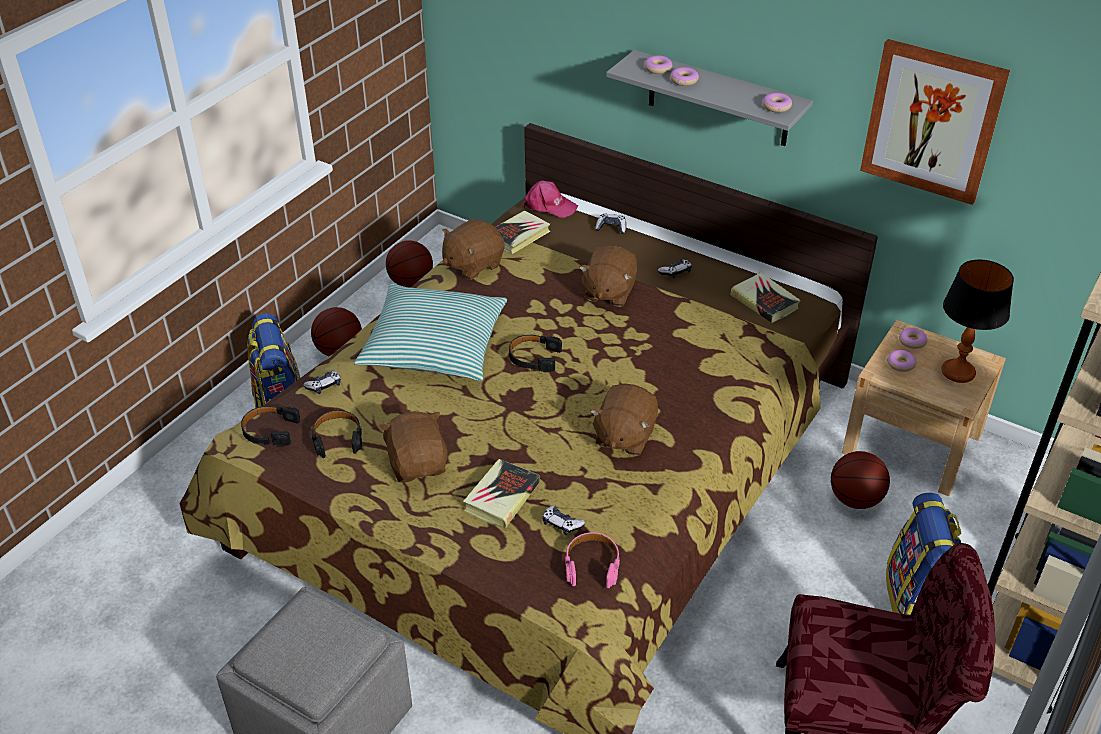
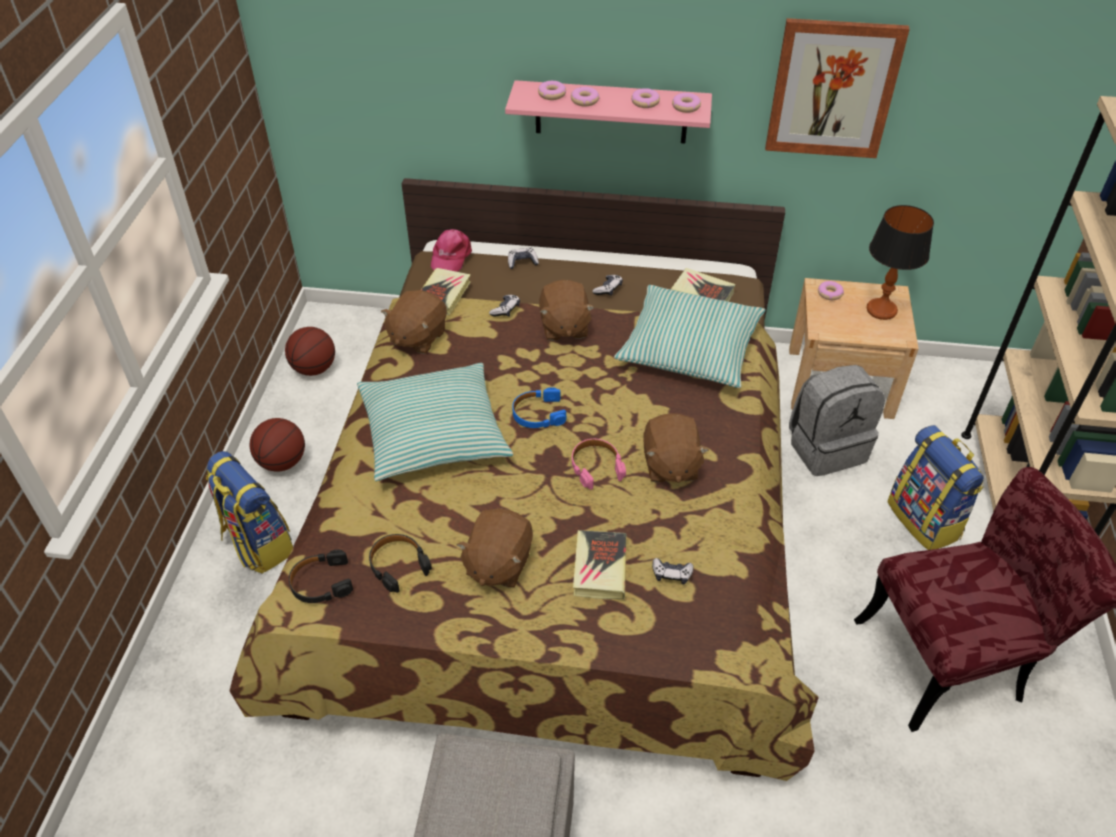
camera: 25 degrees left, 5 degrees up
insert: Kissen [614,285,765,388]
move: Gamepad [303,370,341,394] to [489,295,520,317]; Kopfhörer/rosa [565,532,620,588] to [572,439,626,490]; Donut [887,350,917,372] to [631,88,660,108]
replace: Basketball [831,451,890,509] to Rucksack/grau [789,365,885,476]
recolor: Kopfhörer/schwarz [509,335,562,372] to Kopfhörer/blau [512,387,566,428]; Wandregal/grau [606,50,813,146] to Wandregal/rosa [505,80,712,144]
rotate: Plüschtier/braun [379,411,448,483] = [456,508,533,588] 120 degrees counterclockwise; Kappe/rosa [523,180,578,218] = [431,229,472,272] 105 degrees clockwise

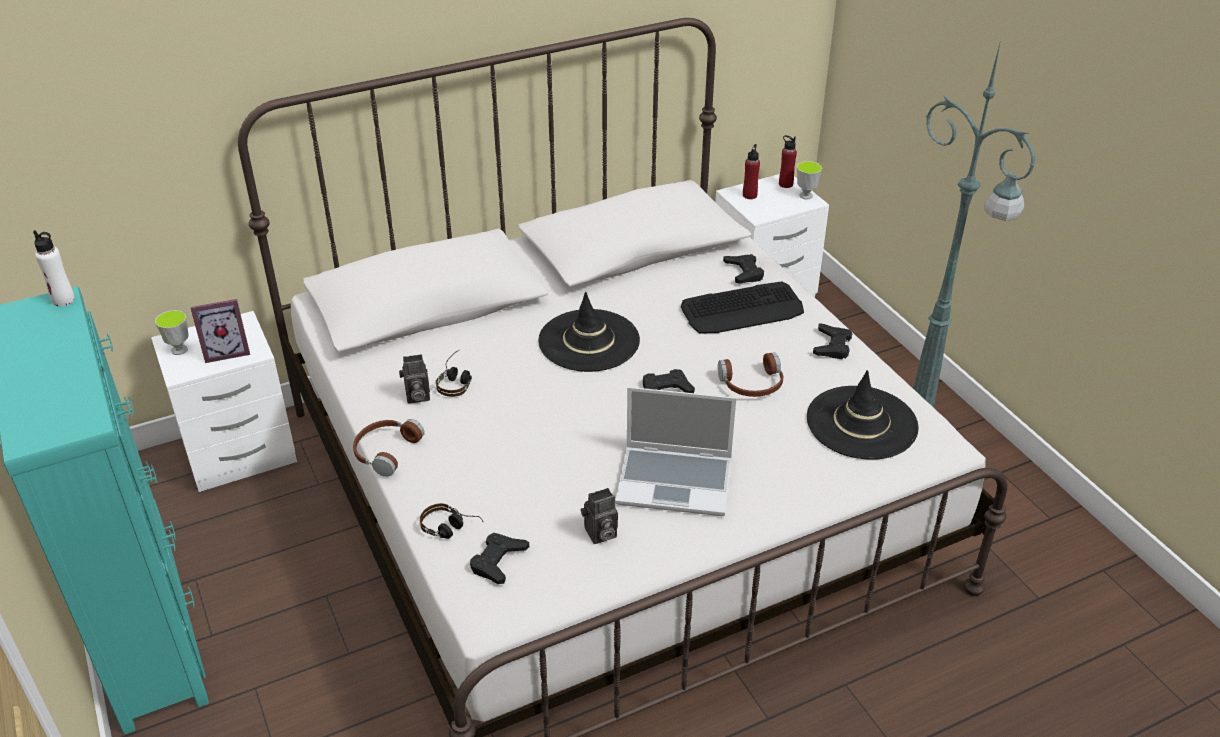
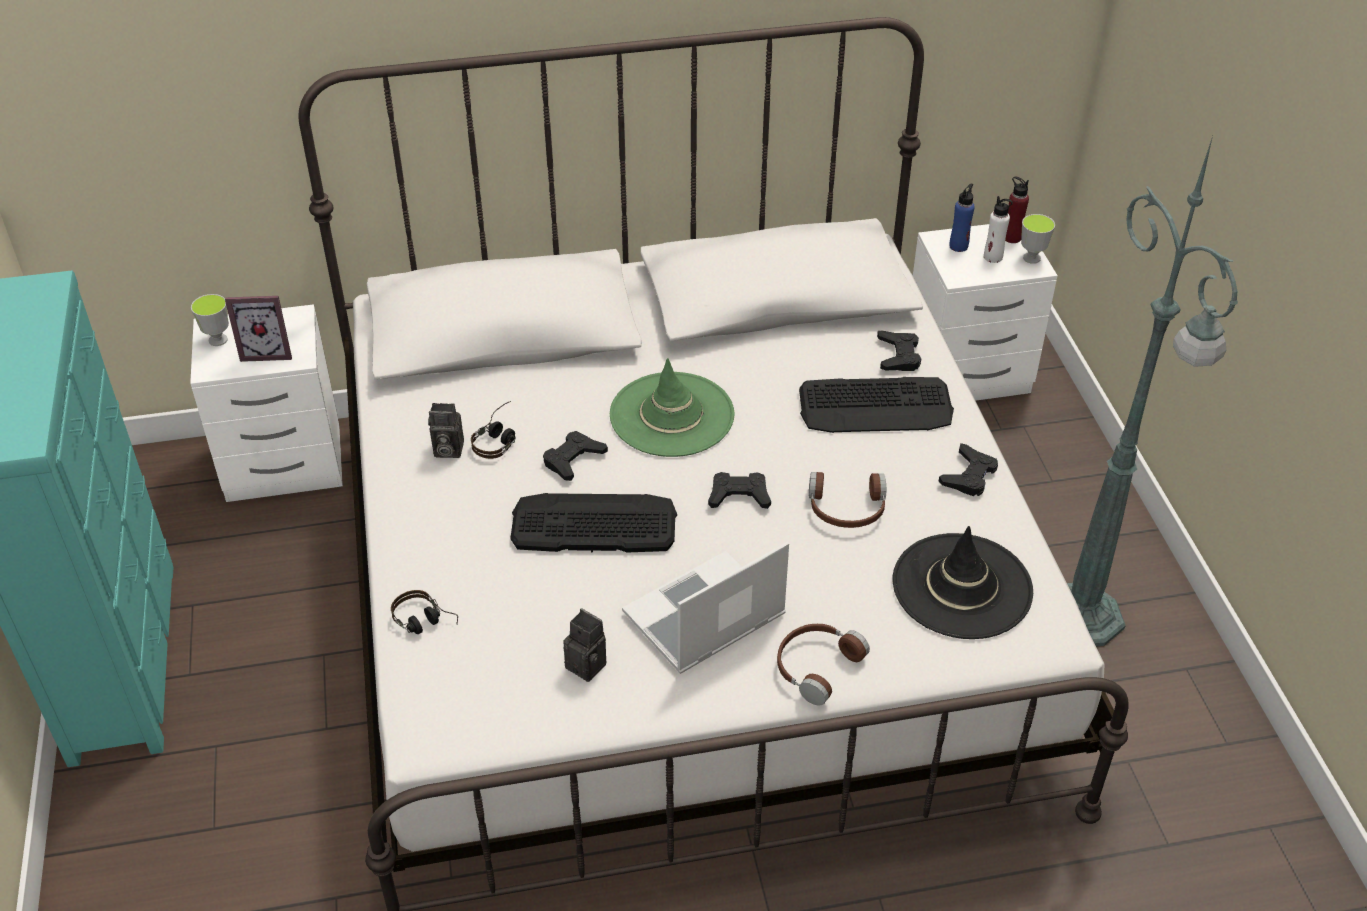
camera: 15 degrees right, 5 degrees up
insert: Tastatur [510,493,677,553]
move: Flasche/weiß [33,230,75,306] to [984,196,1013,263]; Kopfhörer/braun [353,419,425,477] to [777,624,870,706]; Gamepad/schwarz [470,533,529,584] to [543,431,608,481]
recolor: Hut/schwarz [538,292,640,372] to Hut/grün [610,358,735,457]; Flasche/rot [743,144,760,199] to Flasche/blau [949,183,975,252]
rotate: Kamera [581,488,618,544] = [564,609,606,682] 135 degrees counterclockwise; Laptop [615,387,736,516] = [622,542,789,674] 120 degrees clockwise

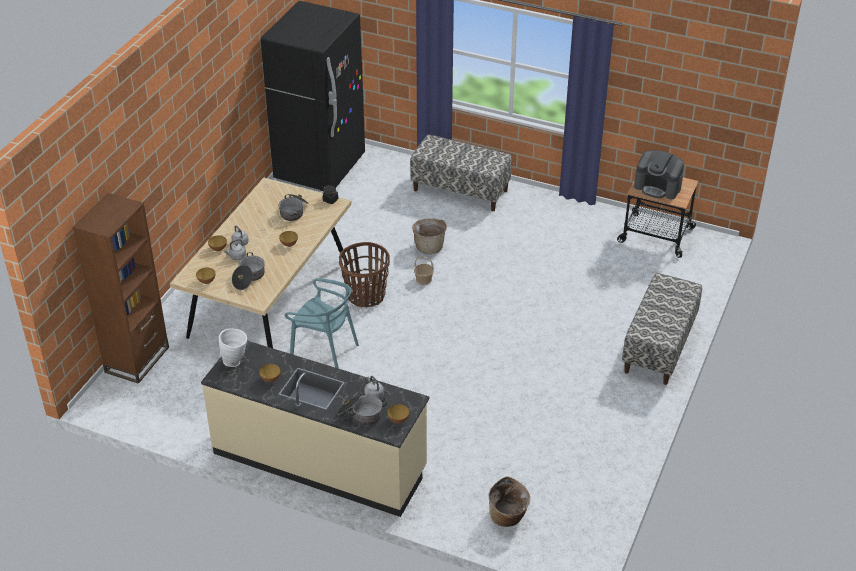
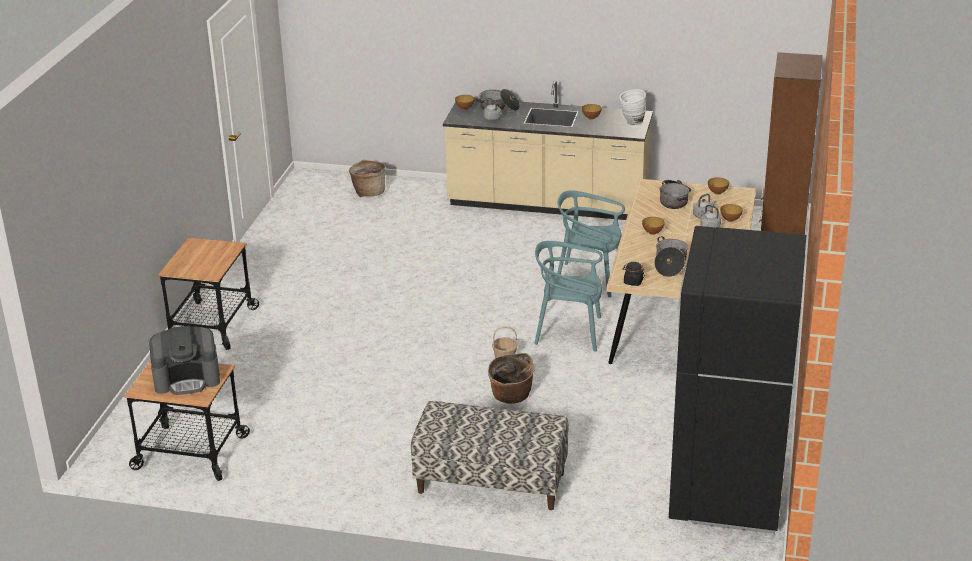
camera: 170 degrees right, 10 degrees down
replace: Korb [339,242,390,307] to Stuhl/türkis [534,241,603,352]; Bank [622,273,702,385] to Rollwagen [158,237,259,350]
rotate: Kaffeemaschine [634,150,684,199] = [149,326,220,395] 150 degrees clockwise

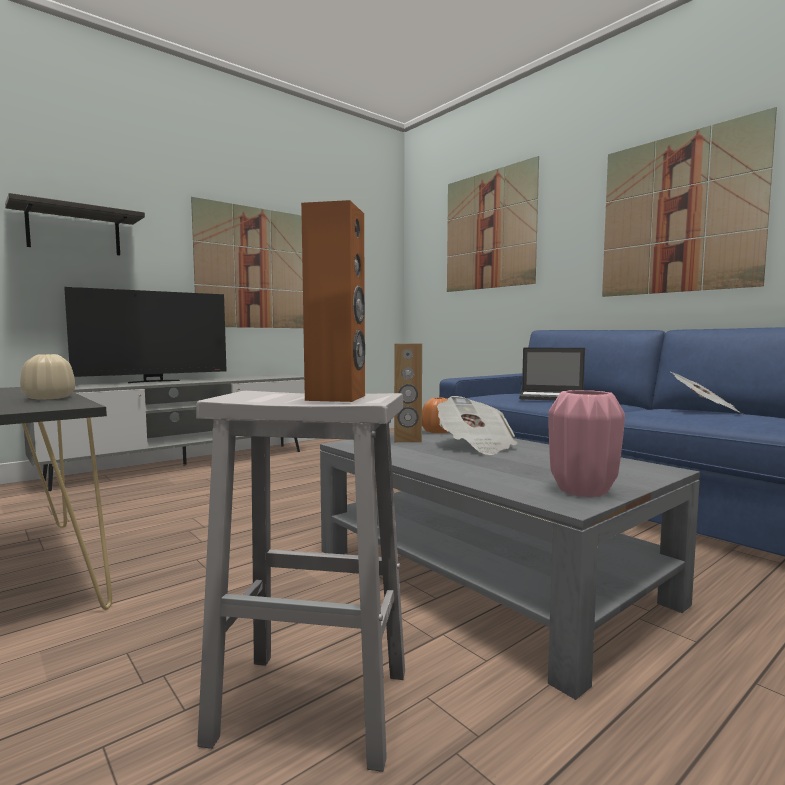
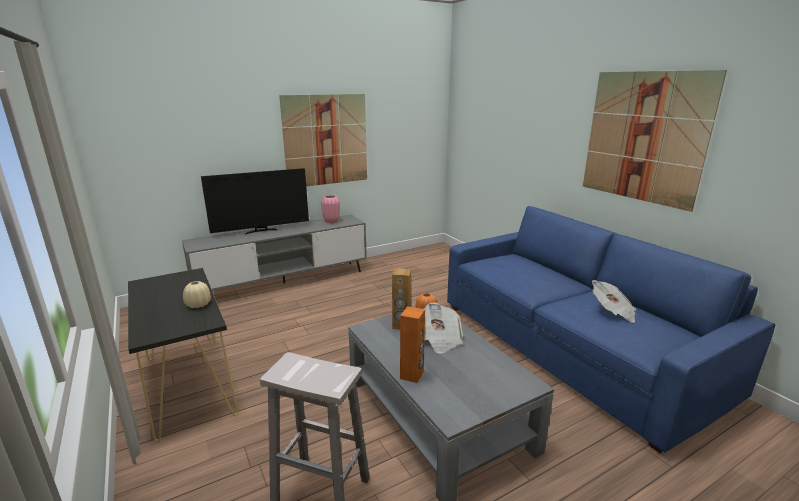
camera: 10 degrees right, 15 degrees up
delete: Wandregal [5,193,145,256]; Bild [447,156,539,292]; Laptop [519,347,585,401]
move: Lautsprecher/orange [301,200,365,402] to [400,306,425,383]; Vase/rosa [549,390,625,497] to [321,195,340,223]

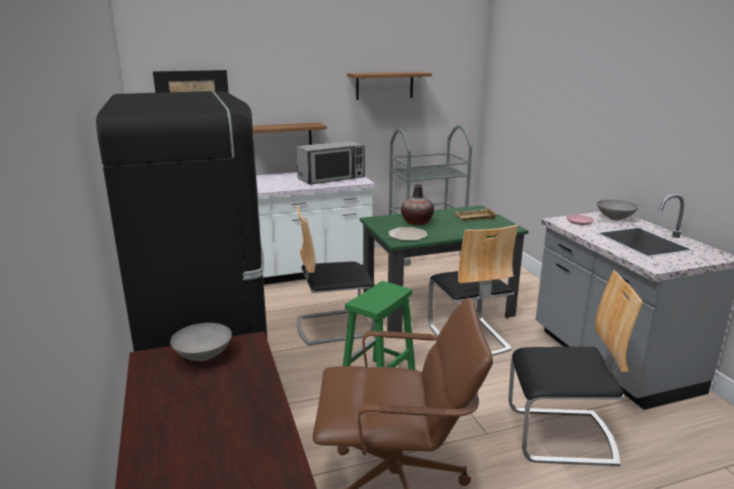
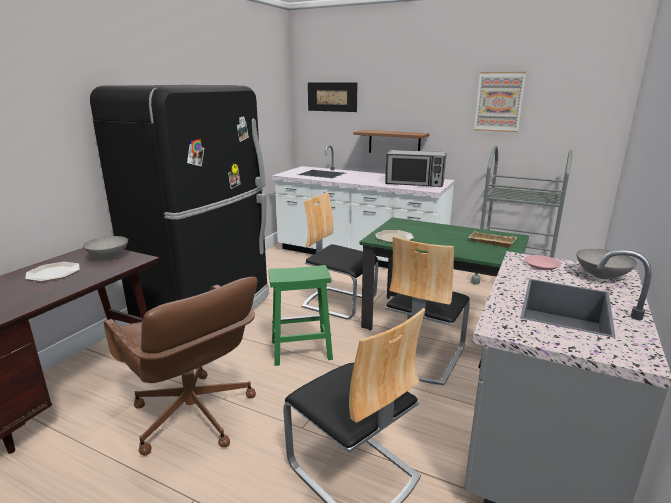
camera: 45 degrees right, 0 degrees up
delete: Vase [401,185,434,225]
insert: Teller [25,262,80,282]
replace: Wandregal [347,72,432,100] to Bild [474,72,526,132]

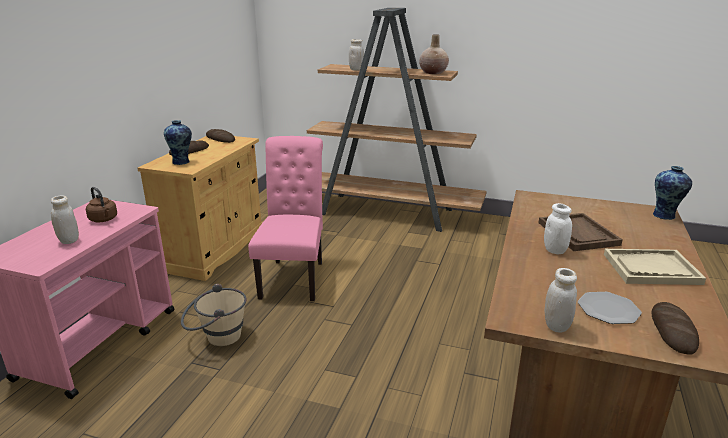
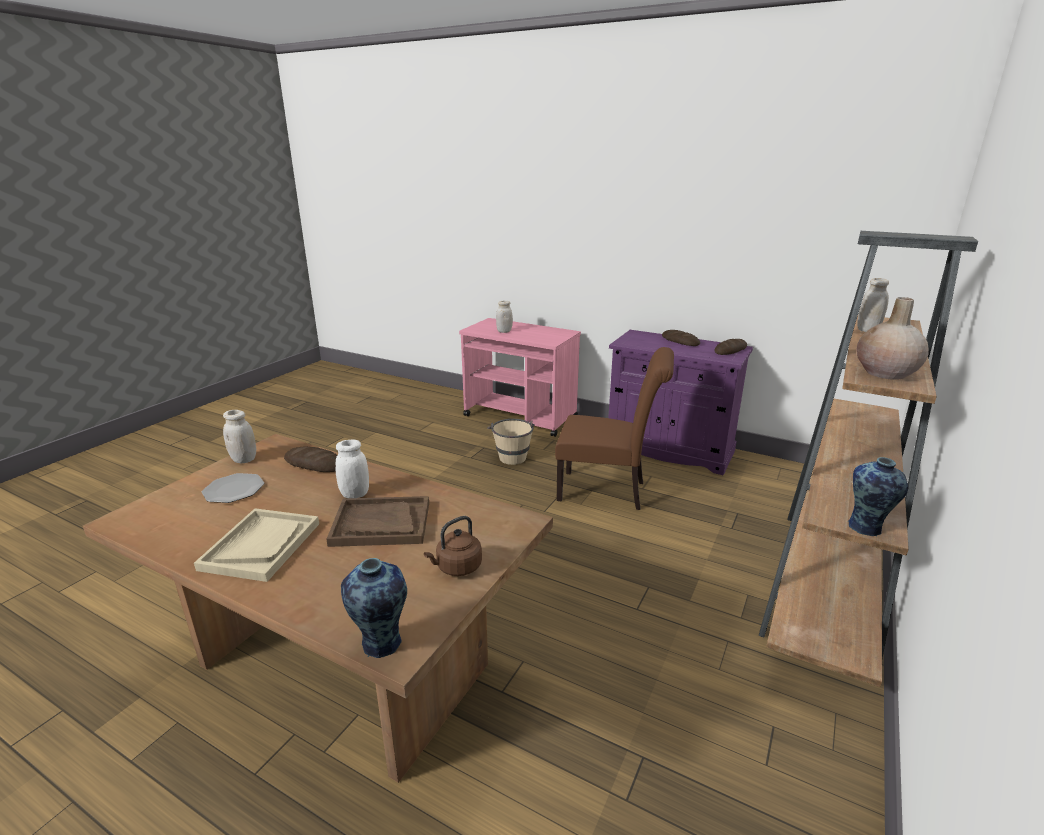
camera: 100 degrees right, 0 degrees up
move: Wasserkessel/braun [86,187,117,222] to [424,516,482,576]; Vase [164,120,192,165] to [847,457,908,537]; Brot [652,302,699,354] to [284,447,337,472]
recolor: Schrank/beige [137,136,263,281] to Schrank/lila [608,330,753,475]; Stuhl/rosa [248,136,323,301] to Stuhl/braun [555,347,674,510]

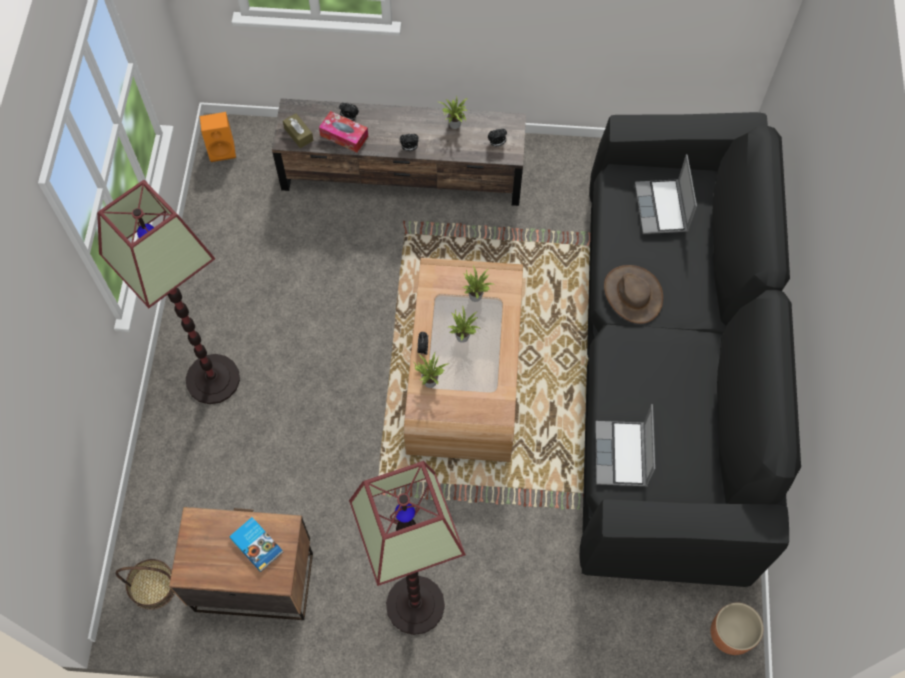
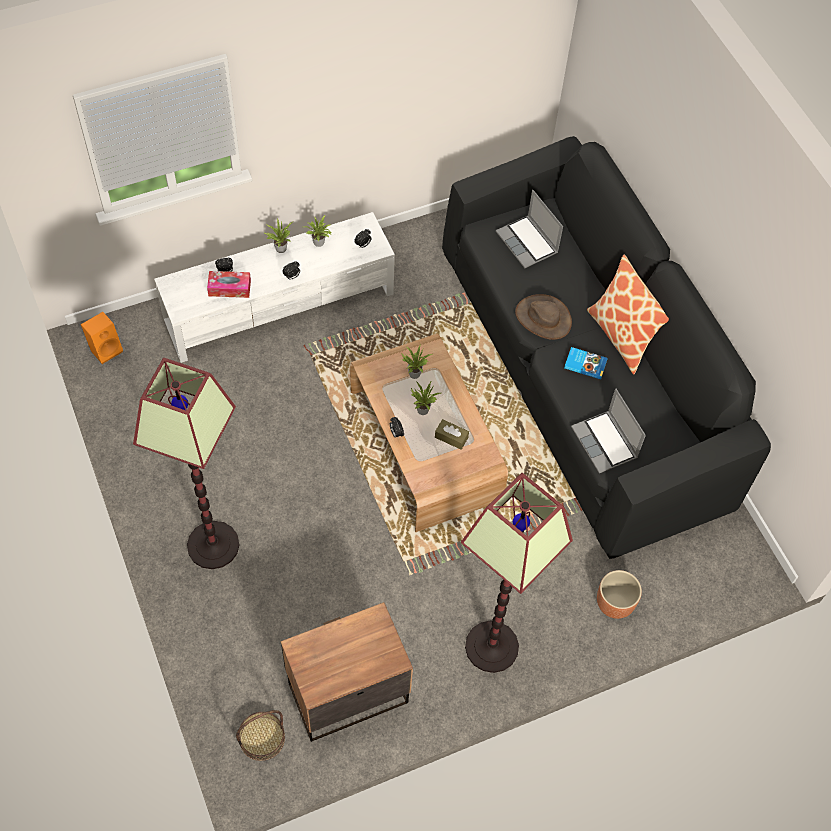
camera: 30 degrees left, 5 degrees down
insert: Kissen [587,254,669,375]
move: Buch [229,517,283,572] to [564,347,608,379]; Taschentuchbox/braun [283,113,314,148] to [435,419,469,450]; Topfpflanze [413,352,450,388] to [265,218,294,253]; Pflanzkübel/braun [711,603,763,655] to [597,570,642,619]
recolor: Fernsehschrank/braun [272,99,526,206] to Fernsehschrank/weiß [154,212,395,363]

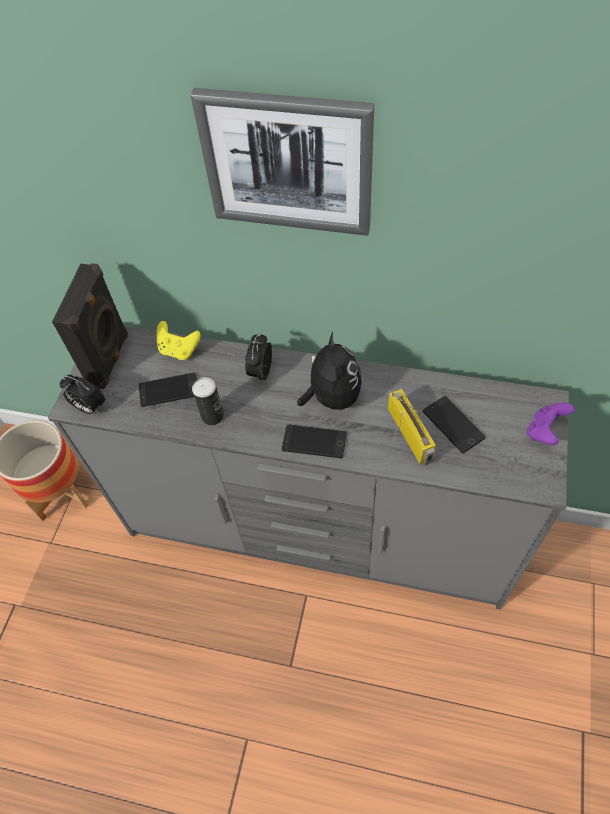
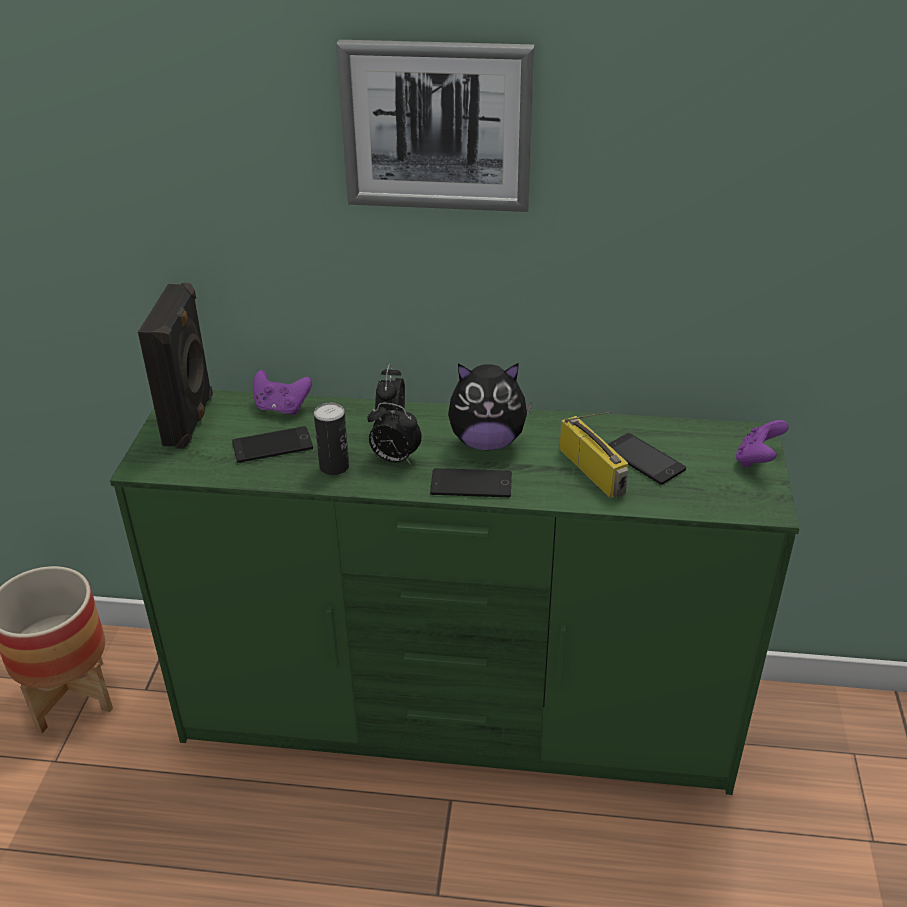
camera: 10 degrees left, 20 degrees down
move: Wecker [59,375,105,414] to [367,402,422,465]
recolor: Kommode/grau [48,326,569,609] to Kommode/grün [110,390,800,795]; Gamepad/gelb [156,321,201,360] to Gamepad/lila [253,370,312,415]
rotate: Plüschtier [297,332,362,410] = [448,363,532,450] 105 degrees clockwise

